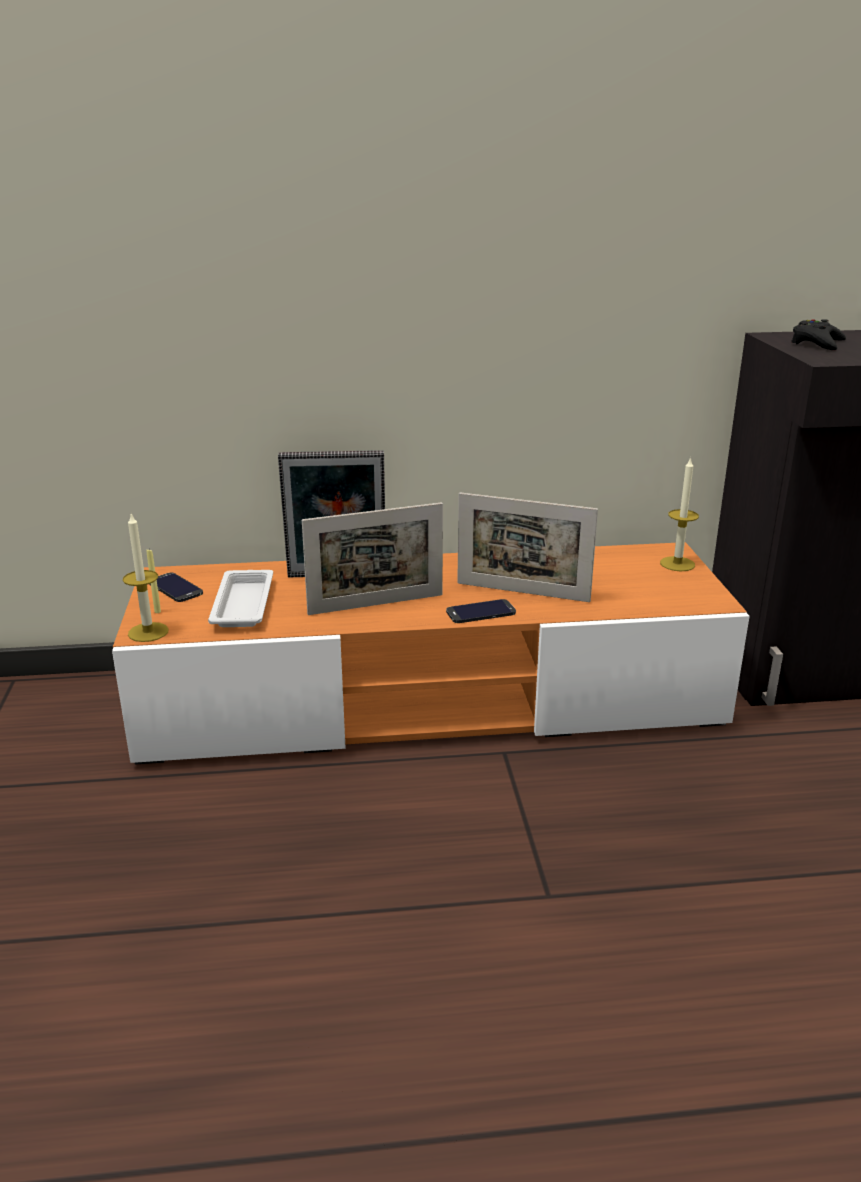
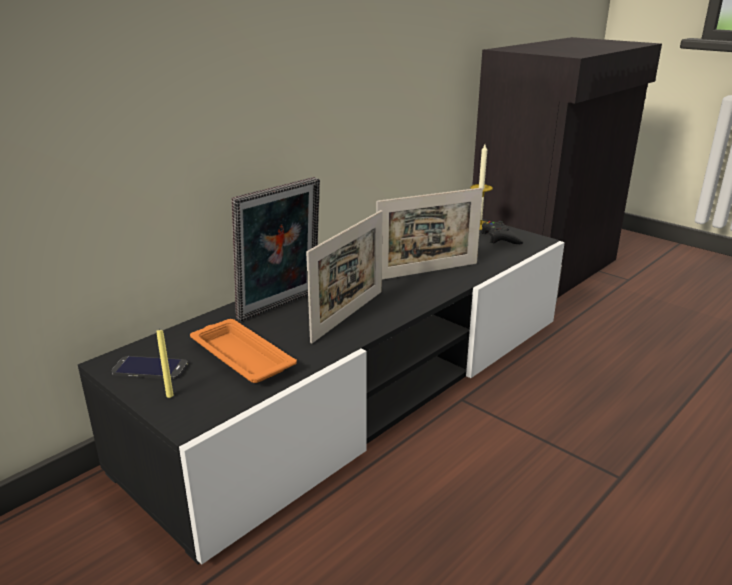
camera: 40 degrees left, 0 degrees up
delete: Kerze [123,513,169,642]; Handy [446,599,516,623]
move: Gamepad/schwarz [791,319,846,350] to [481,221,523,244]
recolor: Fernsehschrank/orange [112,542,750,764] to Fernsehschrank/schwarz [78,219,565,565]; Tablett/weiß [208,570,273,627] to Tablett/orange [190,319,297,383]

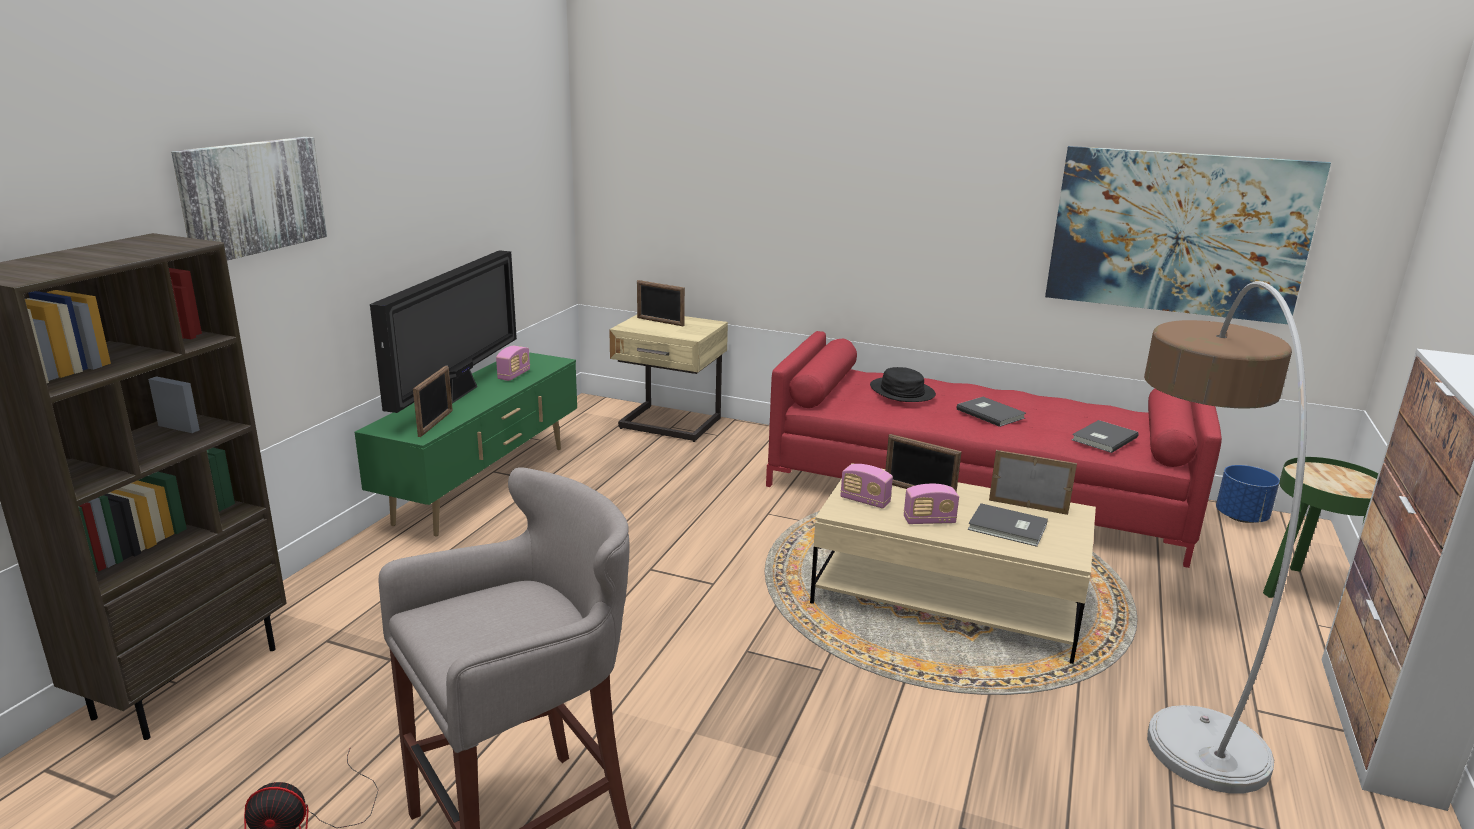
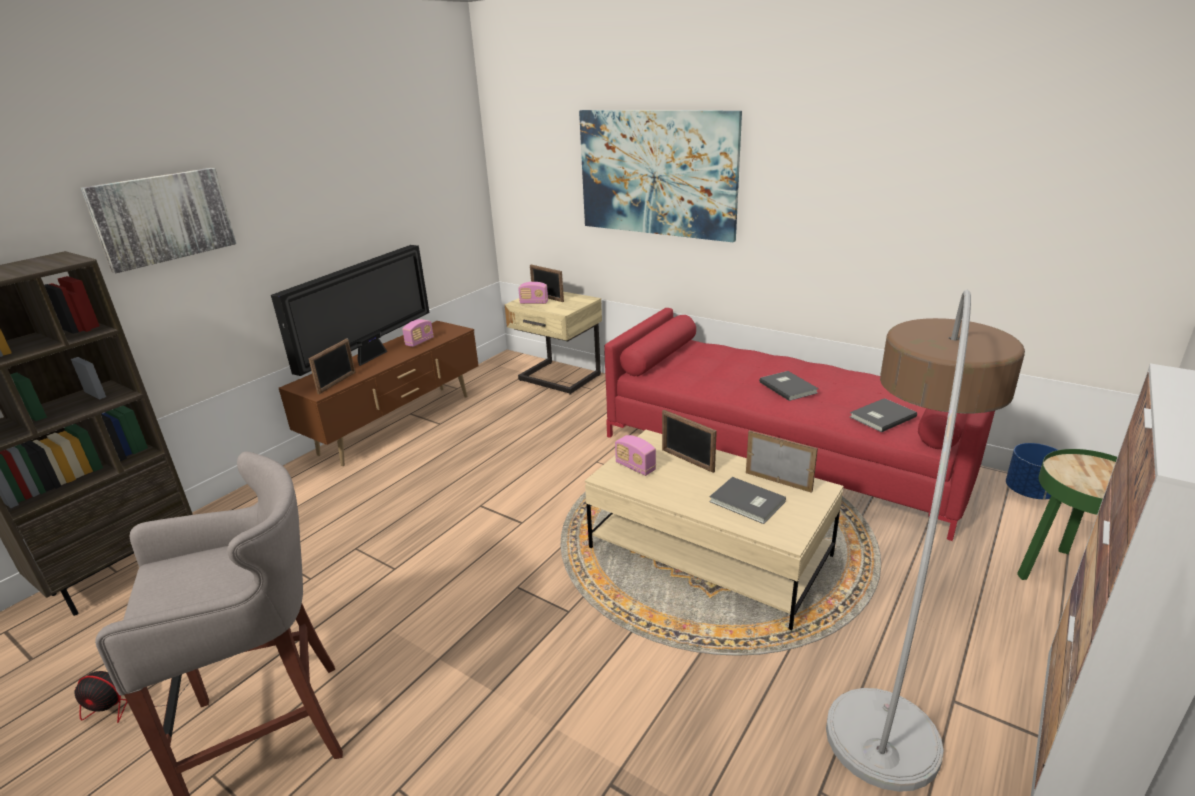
camera: 15 degrees right, 5 degrees up
delete: Hut/schwarz [870,367,936,402]
move: Radio [904,484,959,524] to [518,282,548,304]; Bild [1045,146,1331,324] to [579,110,742,242]
recolor: Fernsehschrank/grün [355,352,577,536] to Fernsehschrank/braun [279,321,479,466]

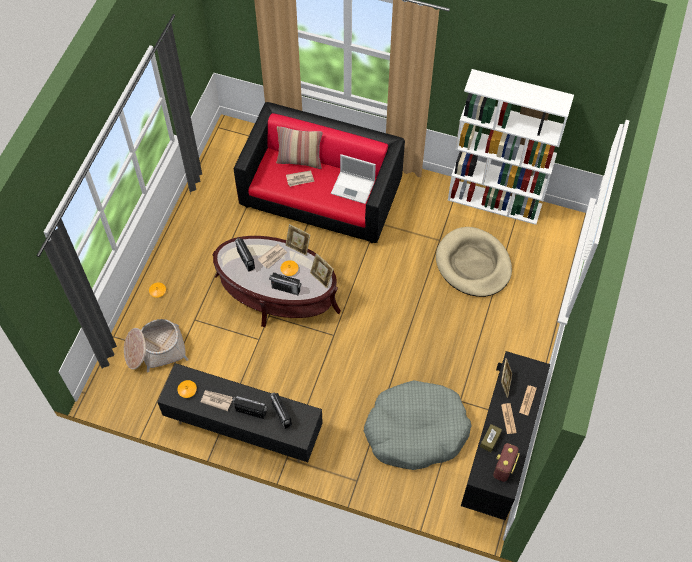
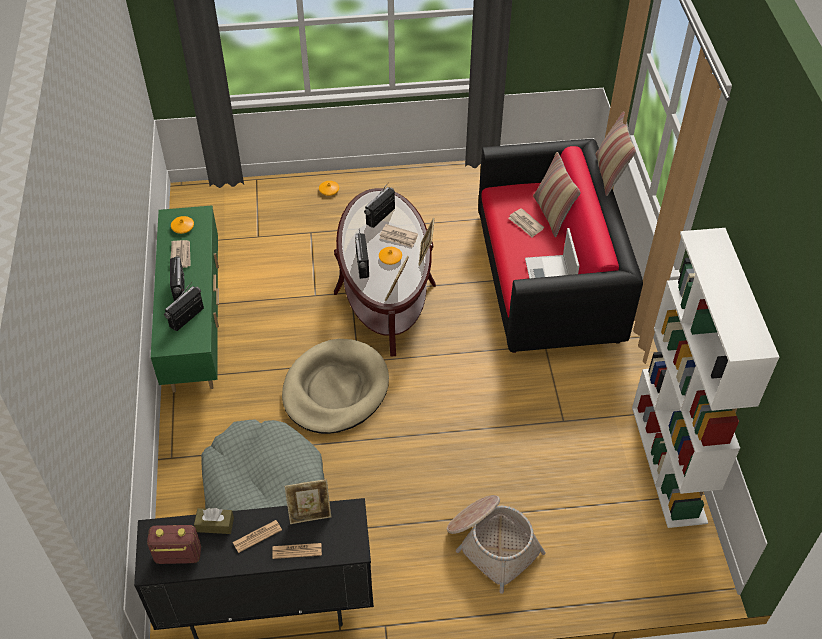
camera: 65 degrees right, 10 degrees down
insert: Kissen [596,111,636,196]
move: Korb [124,319,189,372] to [447,495,545,594]; Hundebett/beige [436,227,512,297] to [282,339,389,434]
recolor: Fernsehschrank/schwarz [157,363,323,463] to Fernsehschrank/grün [151,205,219,392]

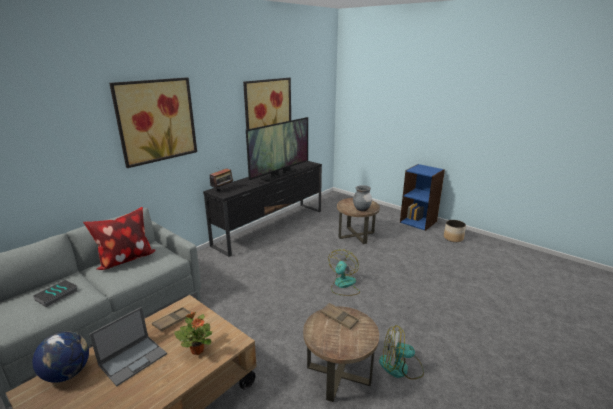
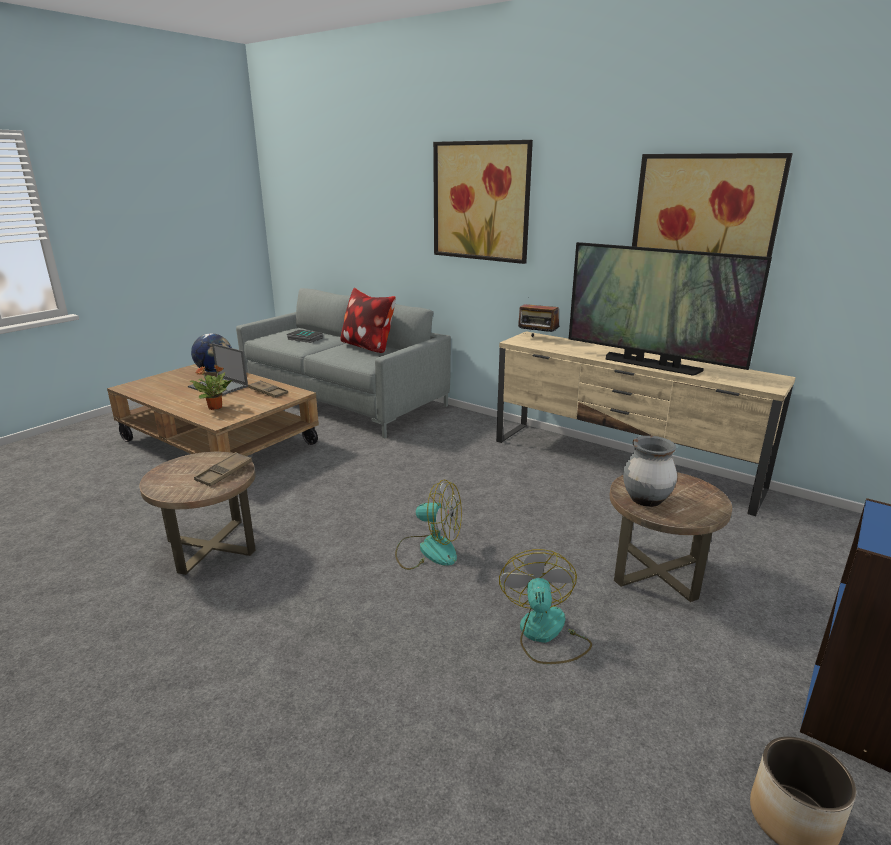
camera: 85 degrees right, 0 degrees up
move: Ventilator [379,325,424,380] to [499,549,592,664]
recolor: Fernsehschrank/schwarz [203,161,322,257] to Fernsehschrank/beige [496,331,796,516]

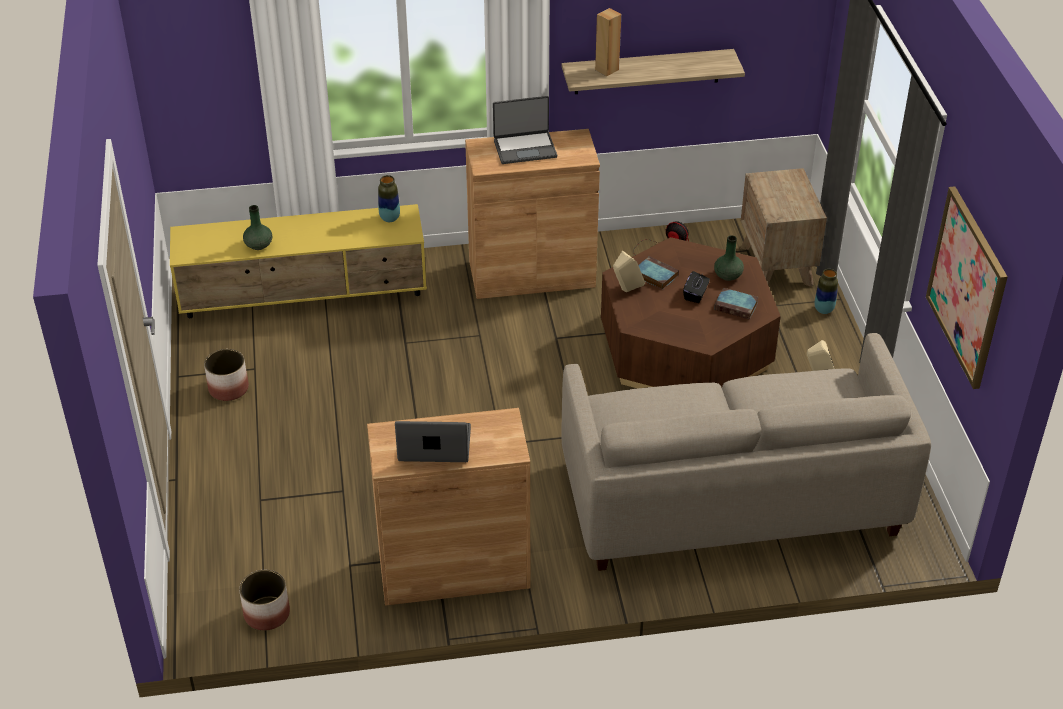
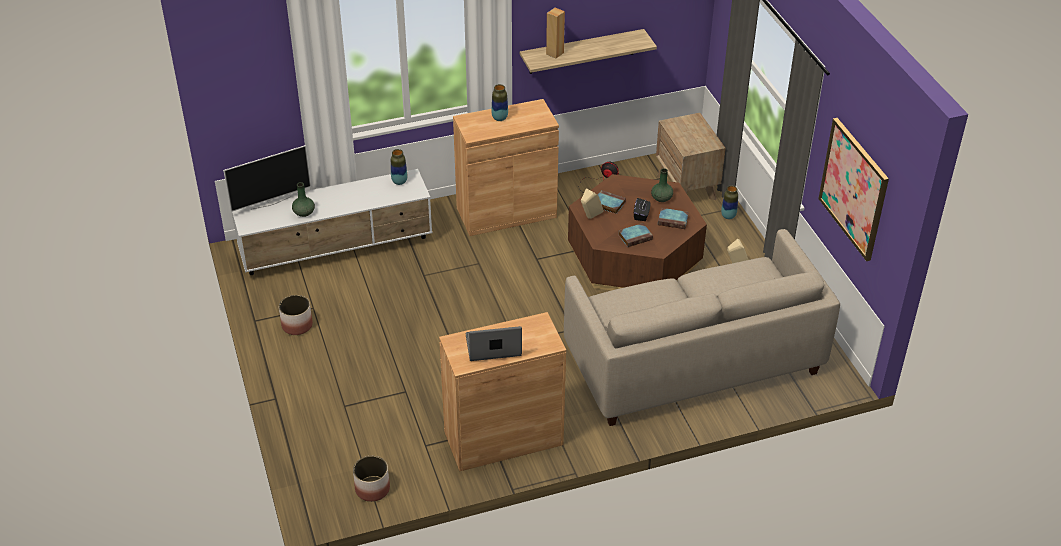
camera: 10 degrees left, 0 degrees up
insert: Fernseher [223,145,311,212]; Buch [618,223,653,247]
replace: Laptop [493,96,557,164] to Vase [492,84,508,121]
recolor: Fernsehschrank/gelb [170,204,427,318] to Fernsehschrank/weiß [232,169,432,275]

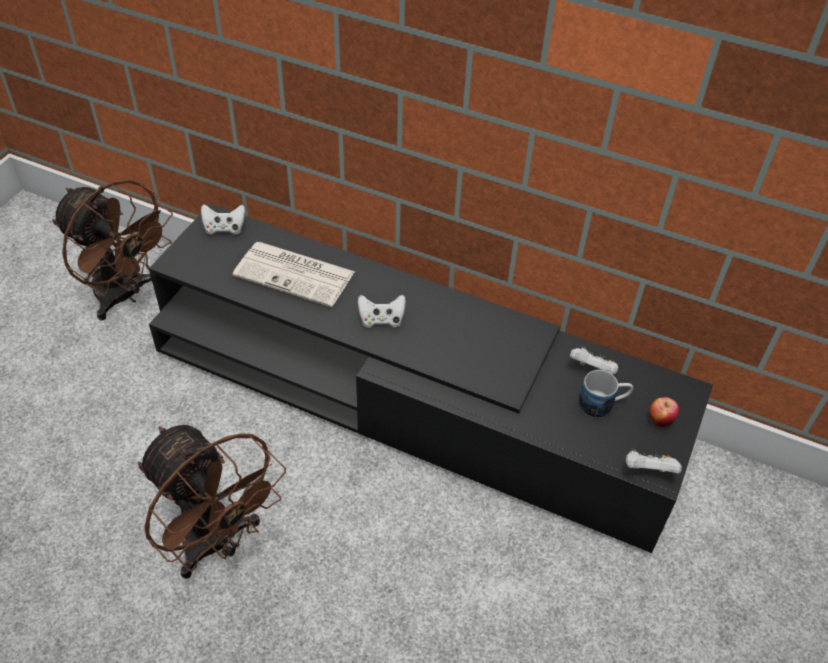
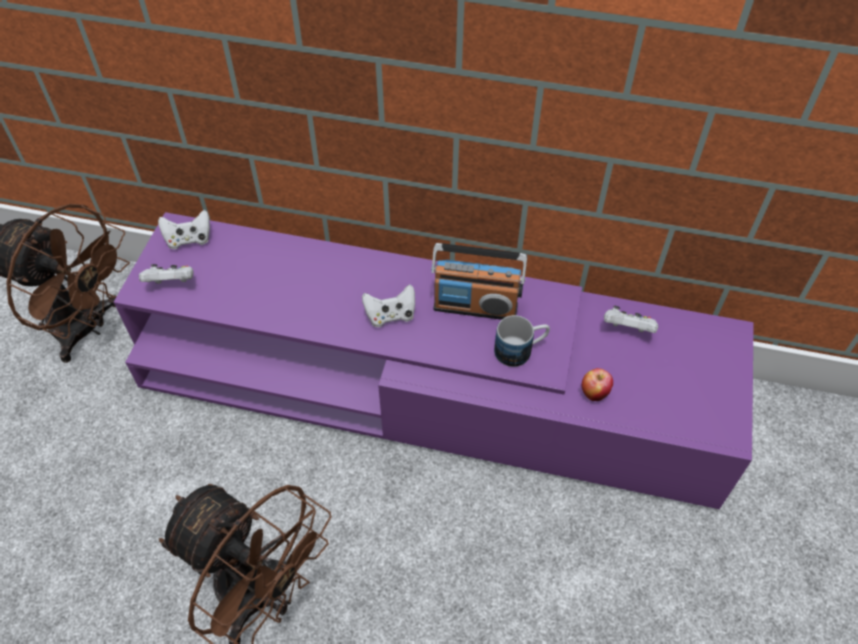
camera: 10 degrees left, 5 degrees up
delete: Zeitung [233,242,355,307]
insert: Radio [431,243,527,320]
move: Henkelbecher [578,370,633,418] to [494,315,550,367]; Gamepad/weiß [626,448,682,474] to [139,264,194,284]; Apfel [649,397,679,427] to [582,368,613,401]
recolor: Fernsehschrank/schwarz [149,203,713,553] to Fernsehschrank/lila [114,212,754,509]

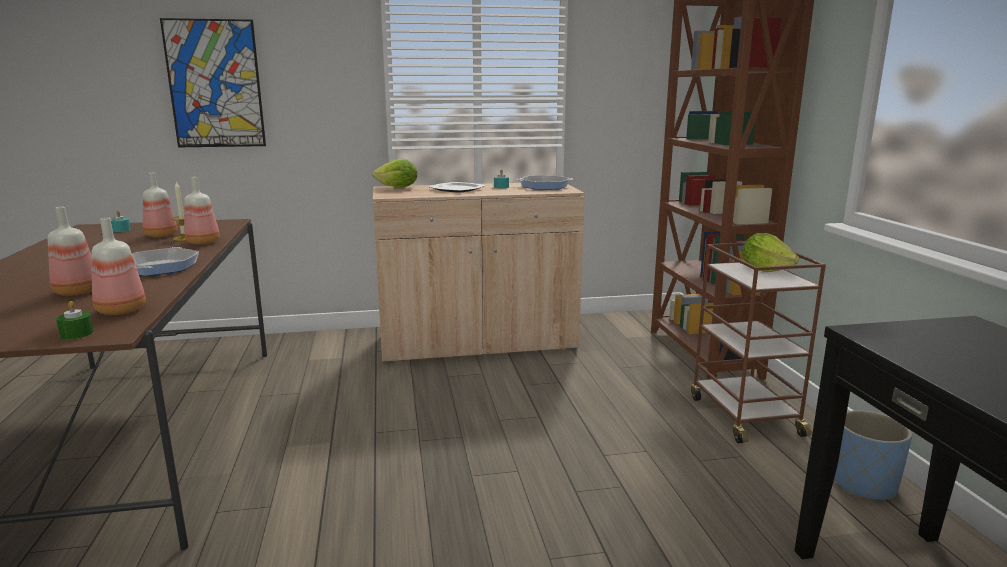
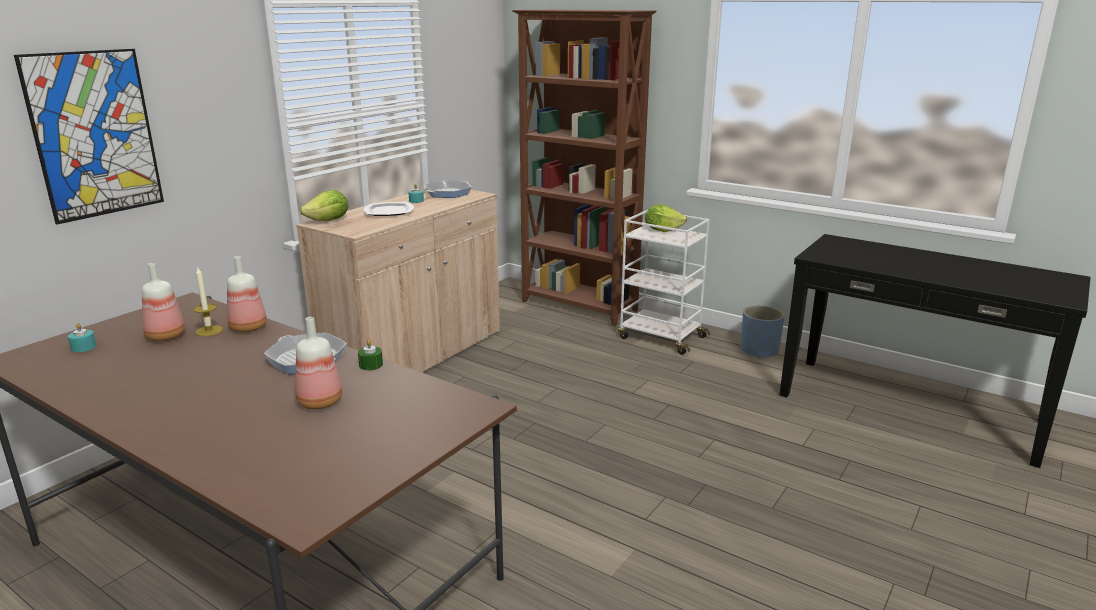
camera: 45 degrees left, 5 degrees up
delete: Flasche [91,218,146,315]
move: Kerze/grün [56,301,94,339] to [358,340,383,370]
recolor: Rollwagen/braun [691,243,826,443] to Rollwagen/weiß [618,210,710,355]

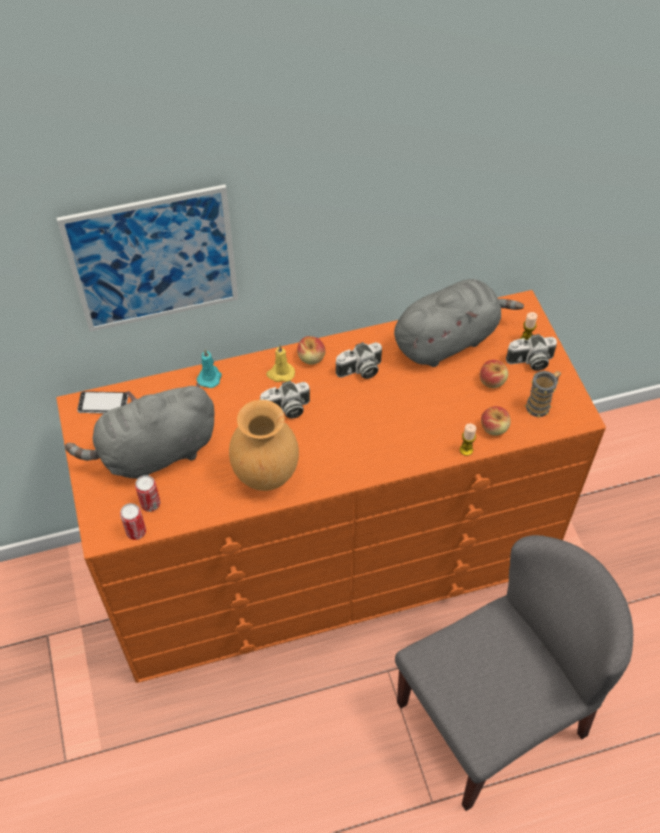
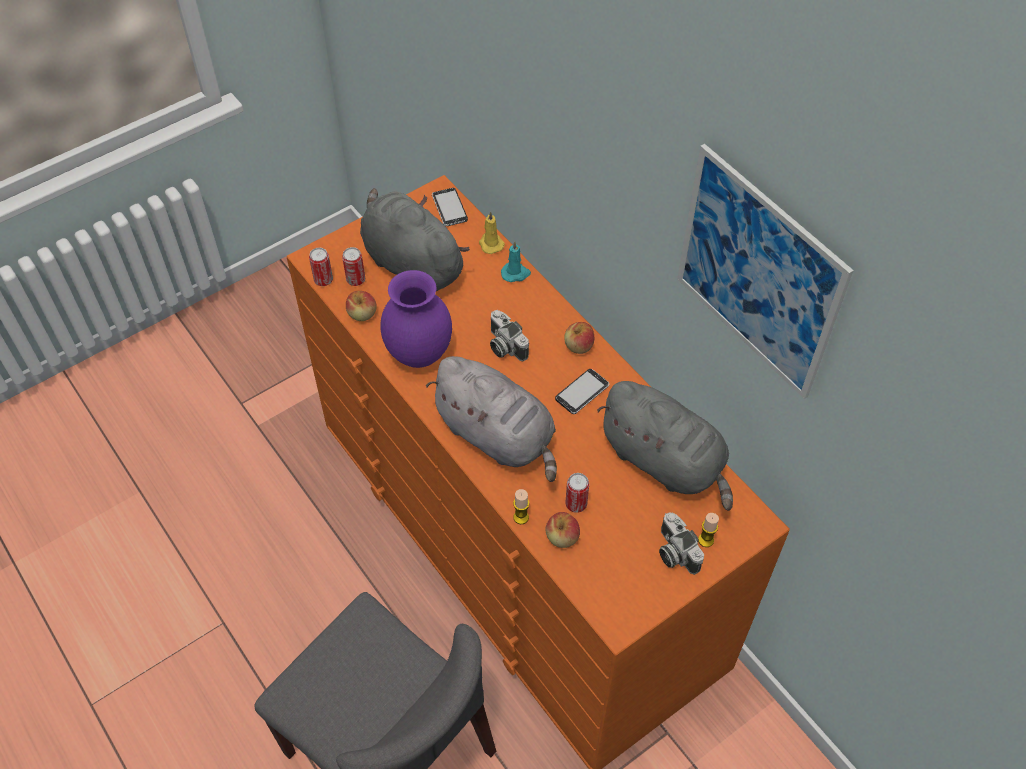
camera: 70 degrees right, 0 degrees up
delete: Henkelbecher [524,371,561,417]
insert: Plüschtier/grau [426,356,557,482]; Dose [565,473,589,513]
move: Bild [57,184,238,332] to [677,144,854,399]; Kerze/gelb [266,345,295,382] to [479,212,505,254]; Apfel [480,360,508,388] to [346,291,377,321]
replace: Kamera [335,342,382,379] to Handy [555,369,609,414]
recolor: Vase/braun [229,400,299,491] to Vase/lila [380,270,452,368]

